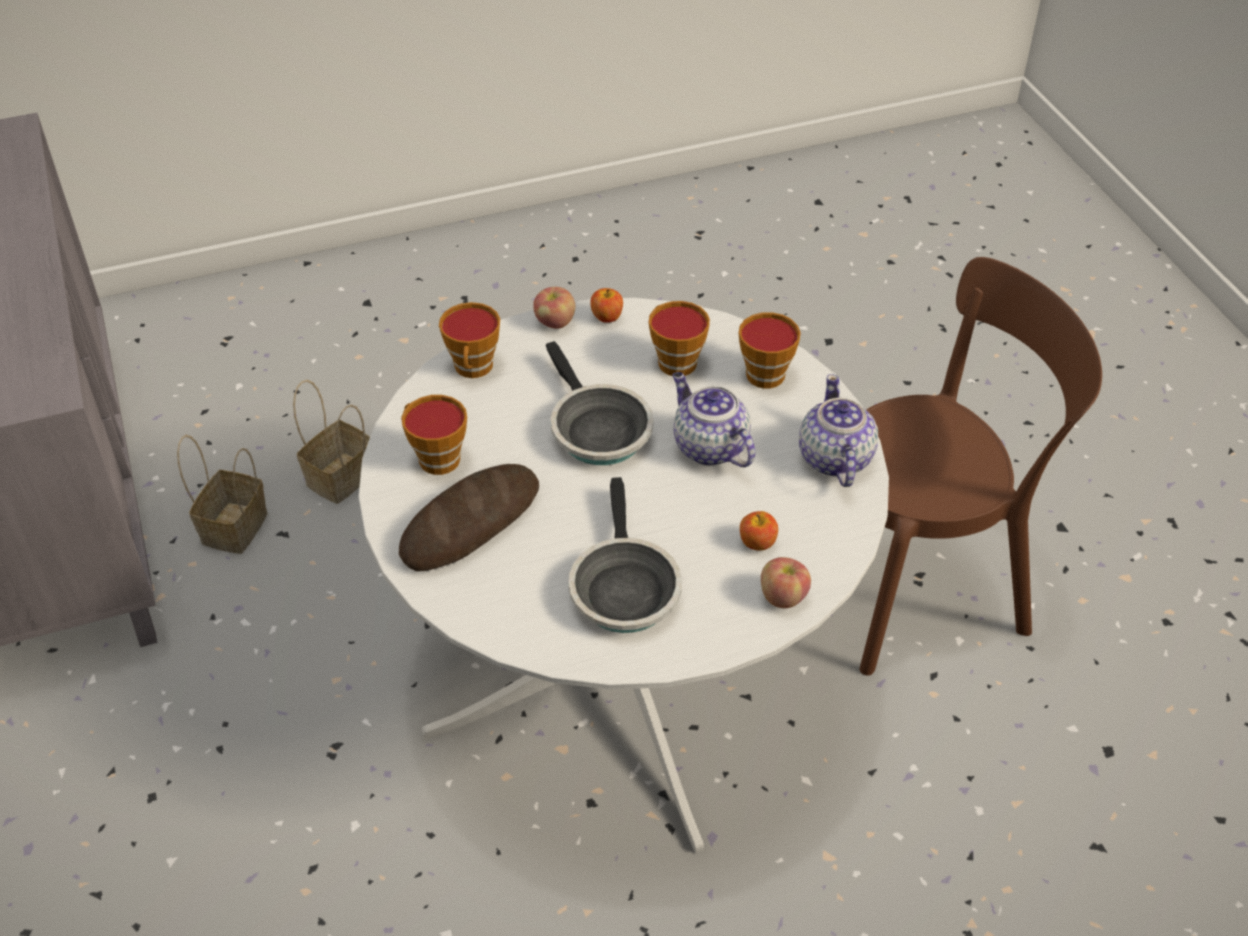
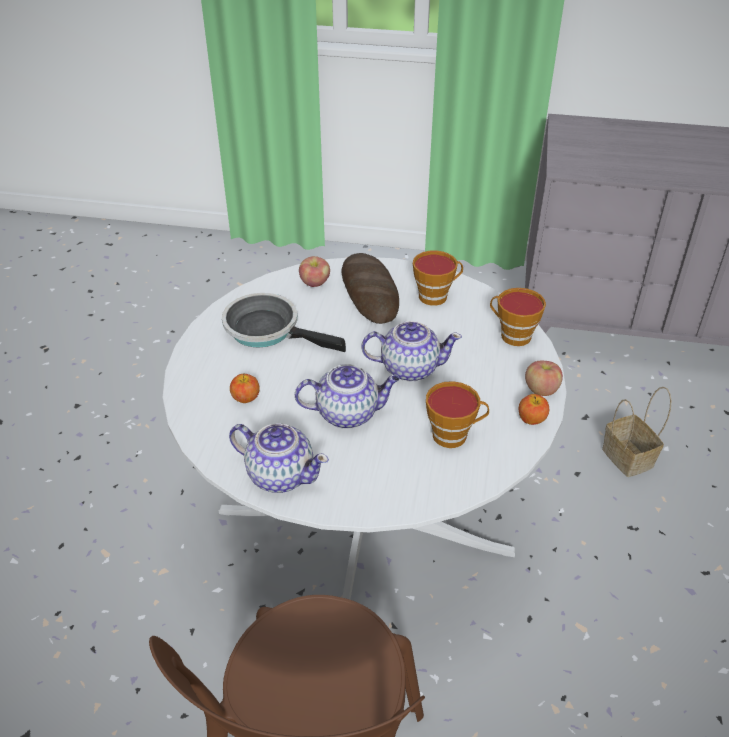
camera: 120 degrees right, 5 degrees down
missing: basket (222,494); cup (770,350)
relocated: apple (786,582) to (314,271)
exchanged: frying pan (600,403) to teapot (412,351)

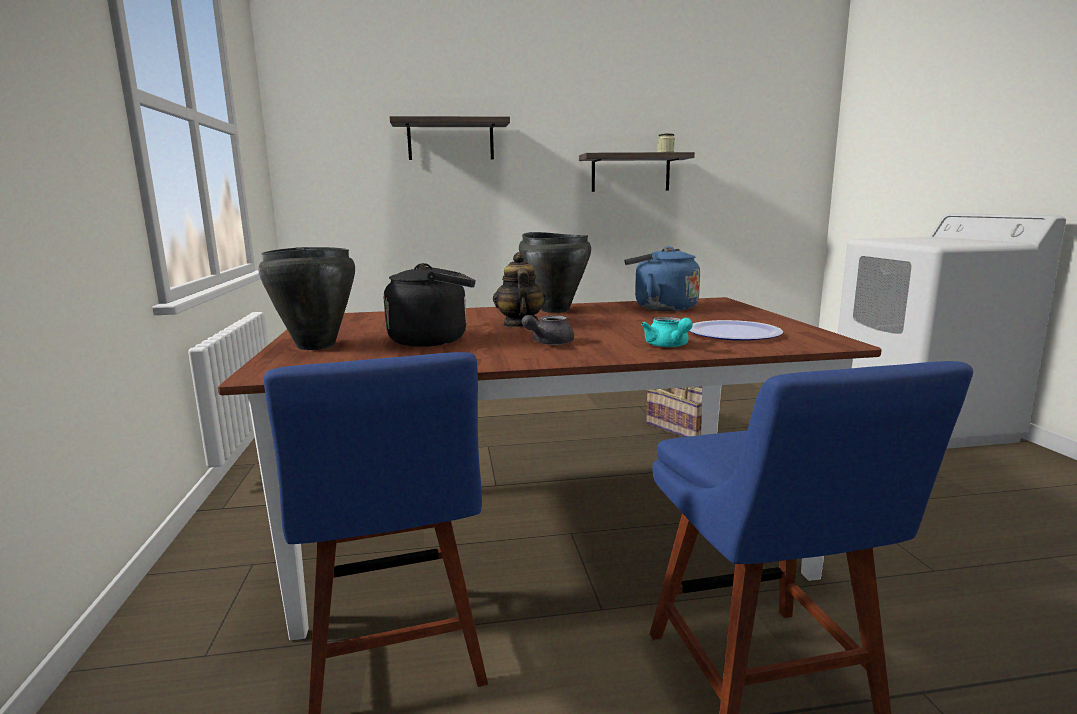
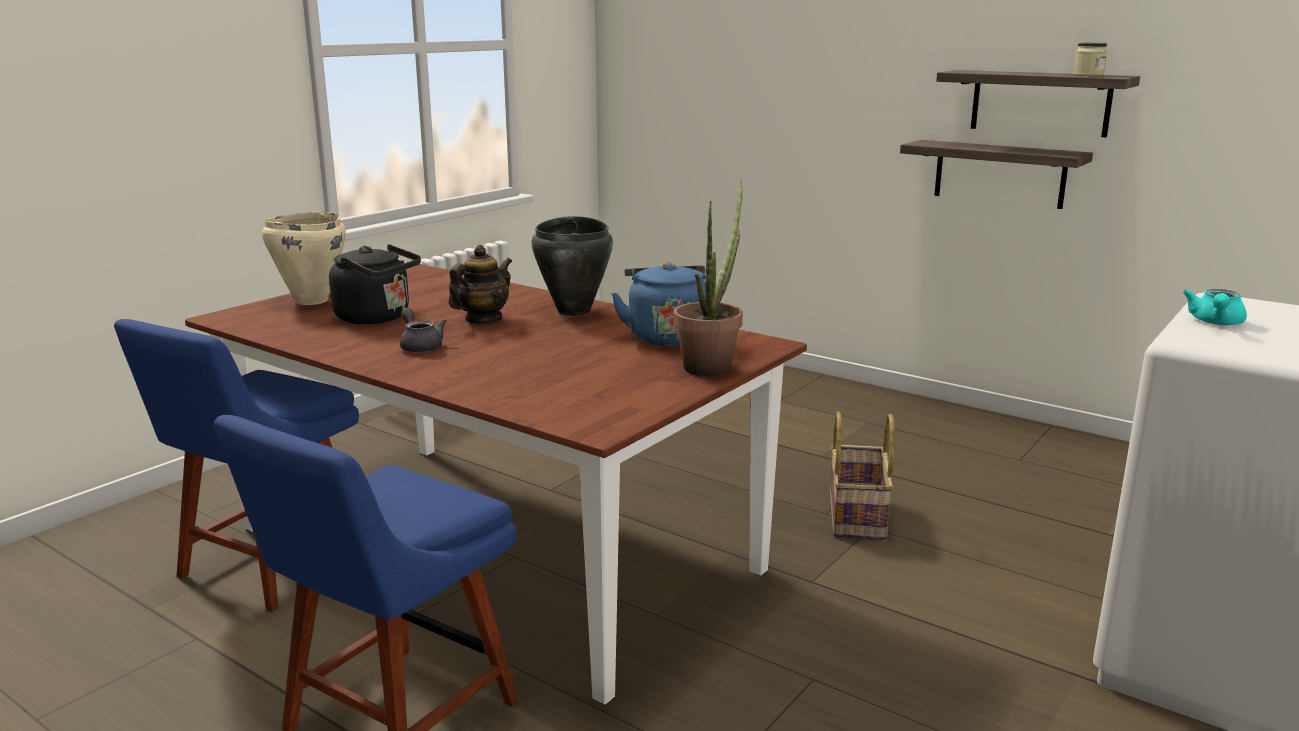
camera: 45 degrees right, 5 degrees up
missing: plate (736,330)
appeared: potted plant (708,277)
relocated: shelf (450,138) to (996,174); teapot (turquoise) (667,332) to (1215,307)
colour: cooking pot (black) (306,298) to cooking pot (beige) (304,258)
spun: teapot (grey) (548,330) = (423,330) 60 degrees clockwise

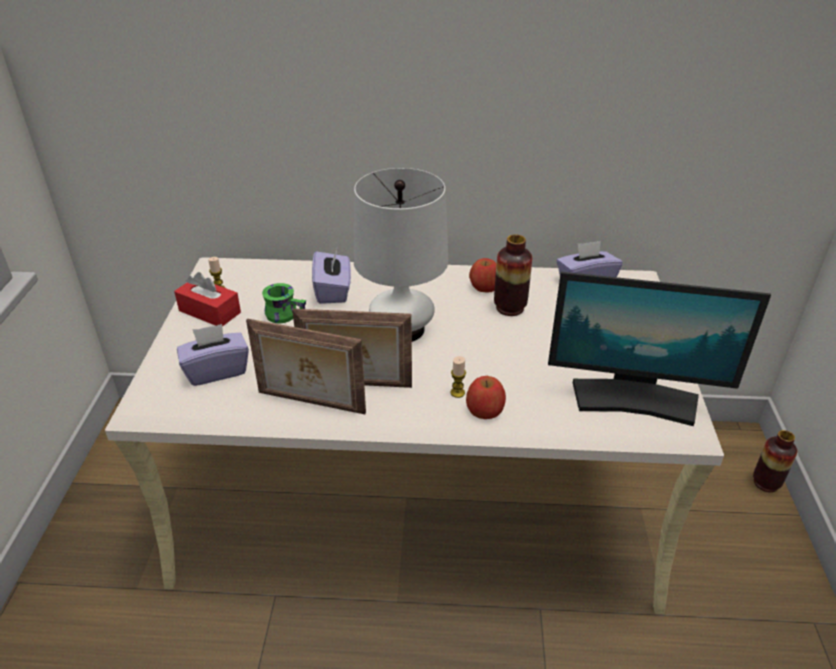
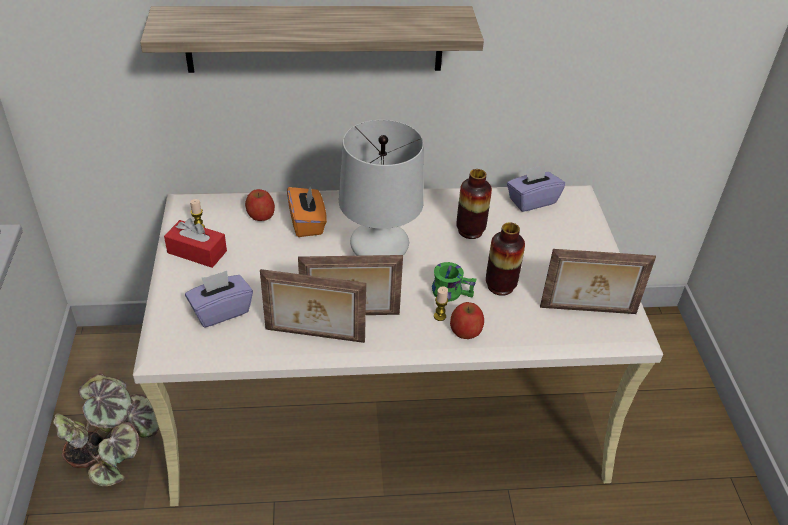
camera: 10 degrees left, 5 degrees up
appeared: potted plant (106,430); shelf (312,39)
relocated: mug (green) (284,303) to (454,281); apple (483,275) to (260,205); vase (775,461) to (505,259)
exchanged: monitor (659,349) to picture frame (598,281)
colour: tissue box (purple) (331,276) to tissue box (orange) (307,211)

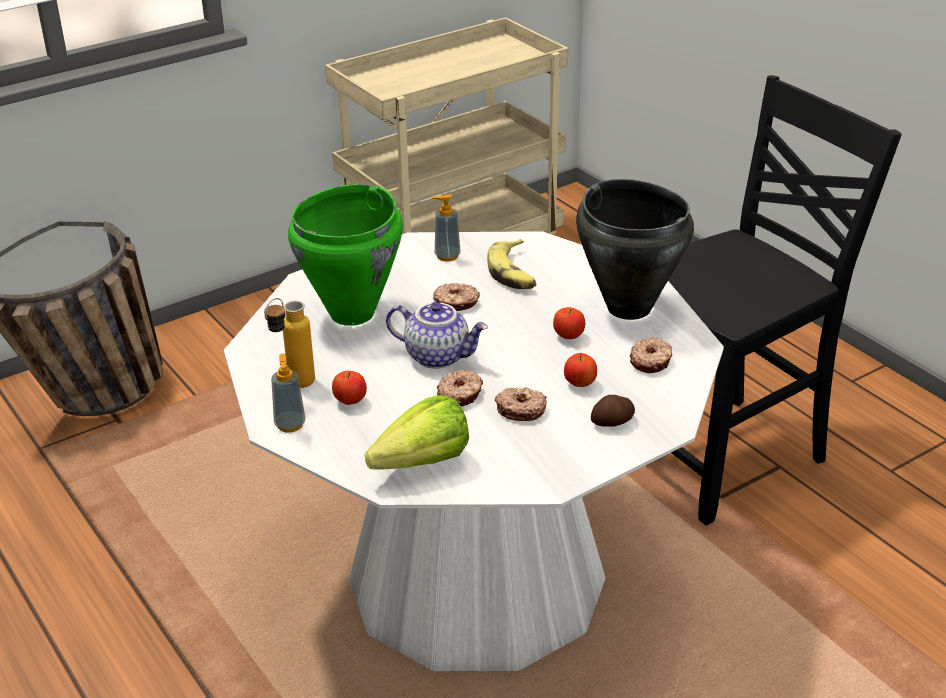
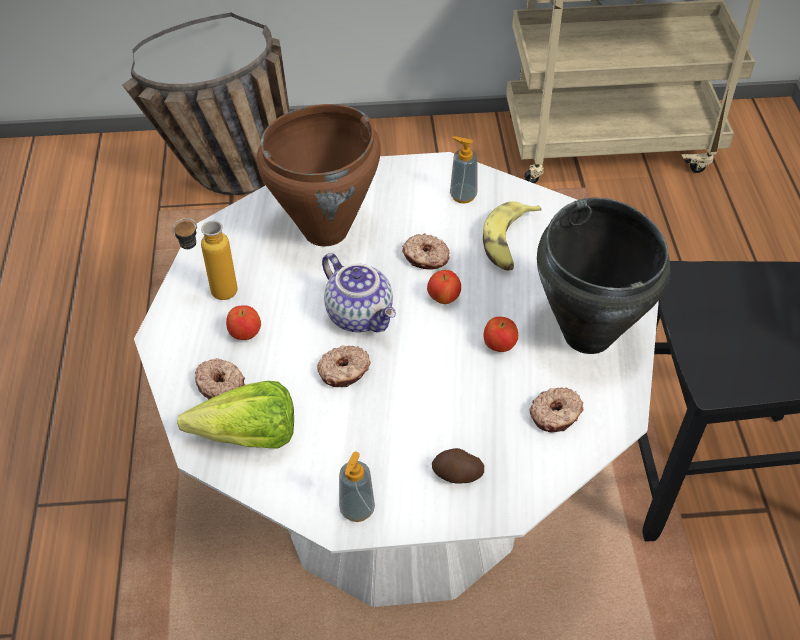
camera: 30 degrees right, 15 degrees up
relocated: soap dispenser (288,393) to (357,487); donut (521,404) to (220,378); apple (580,370) to (444,287)
colour: cooking pot (green) (345,255) to cooking pot (brown) (318,175)

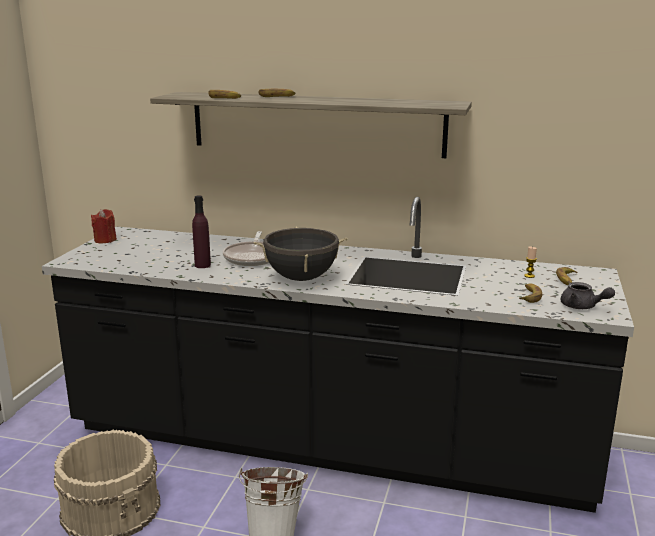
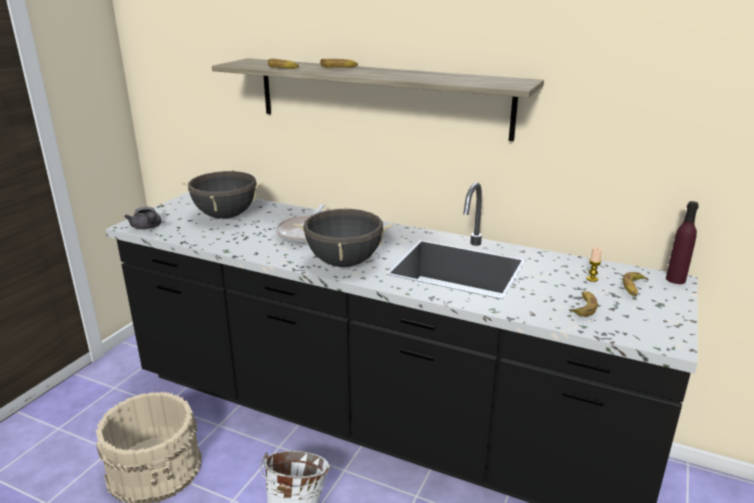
camera: 10 degrees right, 5 degrees up
missing: candle (red) (104,226)
appeared: cooking pot (black) (222,194)
relocated: bottle (purple) (201,231) to (682,242); teapot (grey) (587,295) to (143,218)

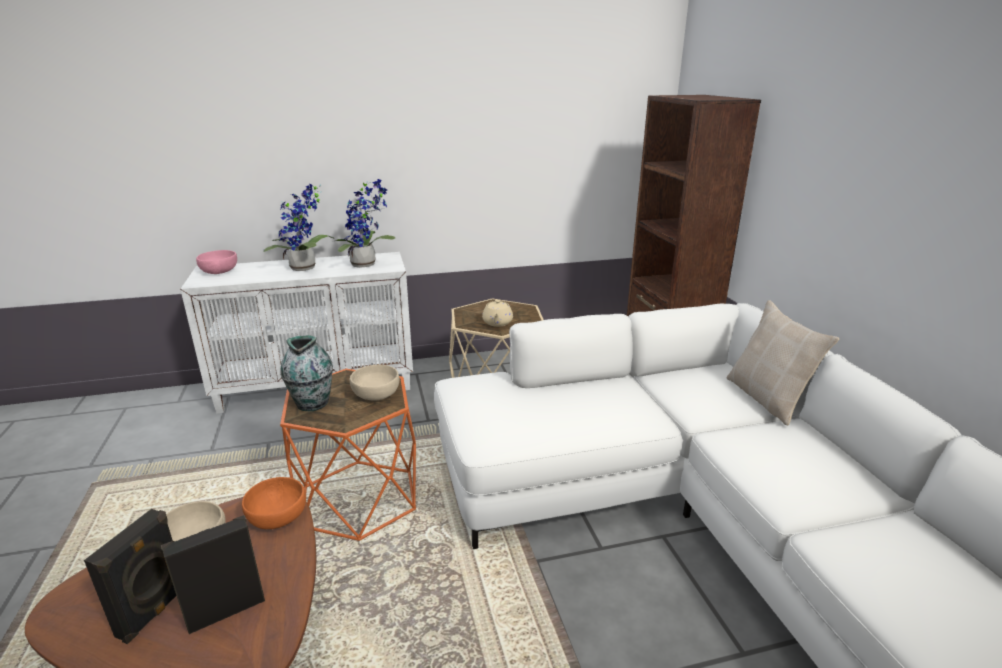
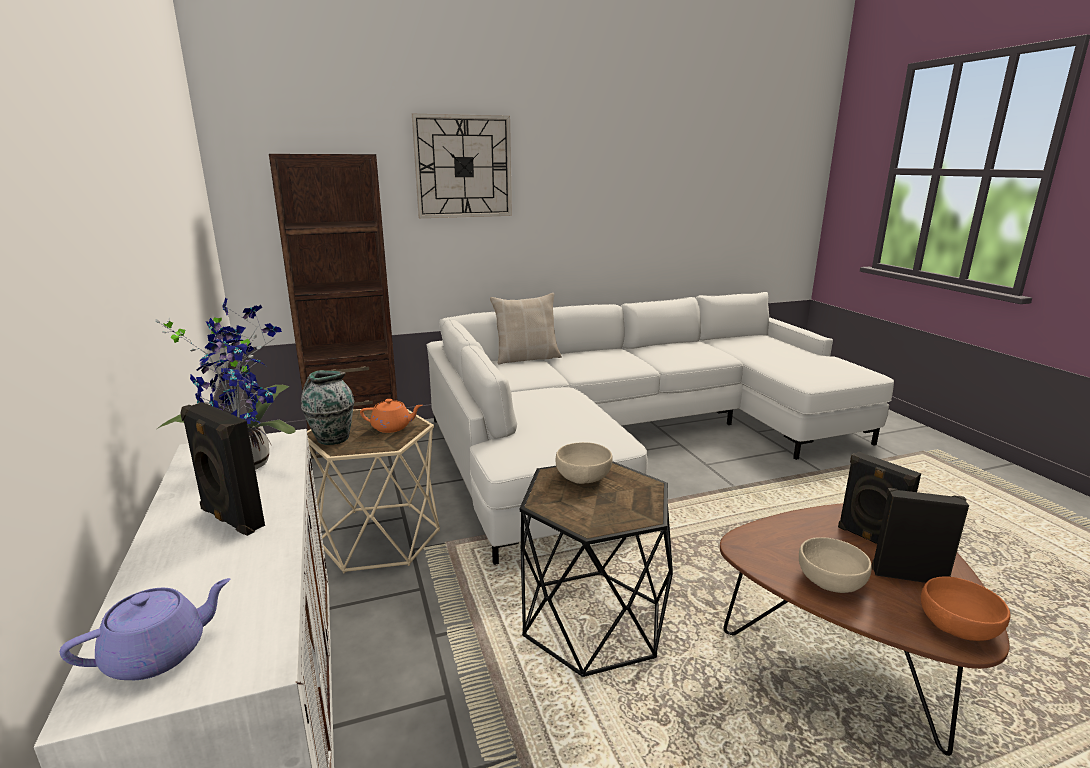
camera: 95 degrees left, 5 degrees down
appeared: wall clock (462,166)
relocated: bowl (orange) (274,503) to (966,608); vase (306,373) to (327,407)
exchanged: bowl (pink) (216,262) to teapot (purple) (145,629); potted plant (299,227) to speaker (black) (222,469)
colour: side table (orange) (348,455) to side table (black) (596,569); teapot (beige) (497,313) to teapot (orange) (391,416)

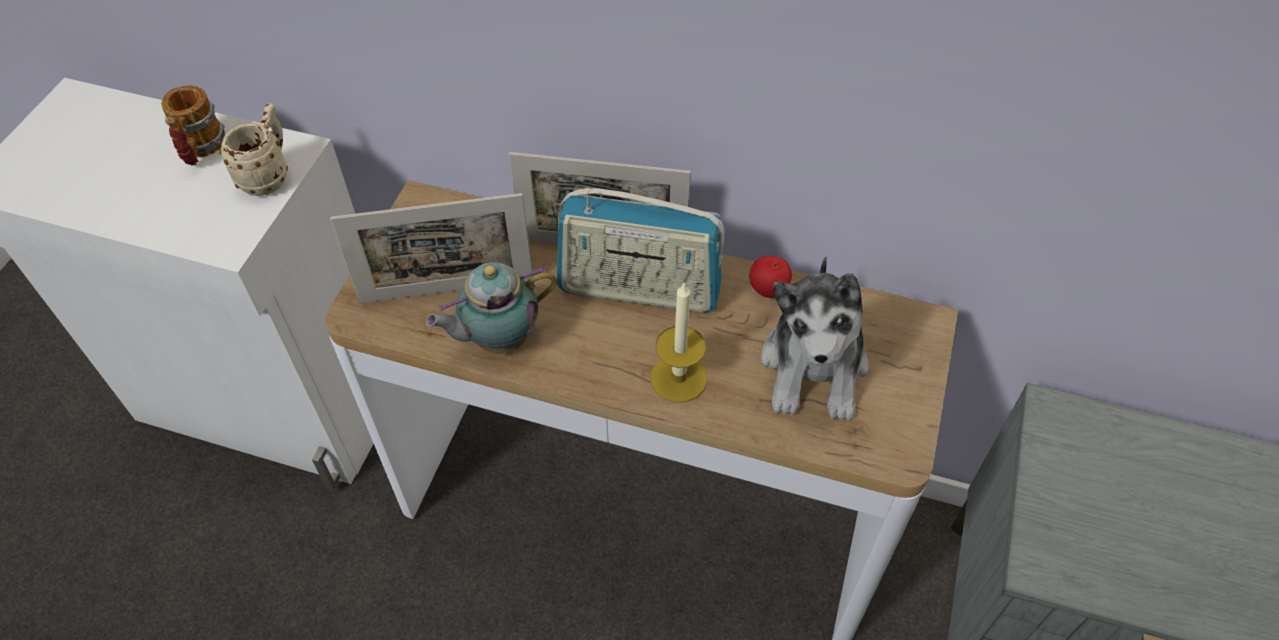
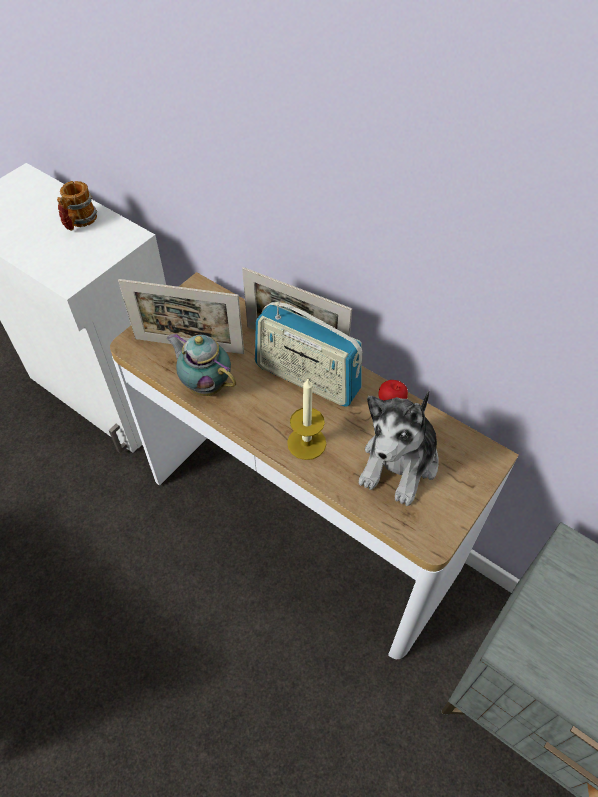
camera: 20 degrees right, 0 degrees up
missing: mug (beige) (253,149)
spun: teapot (491,308) = (201,364) 45 degrees clockwise

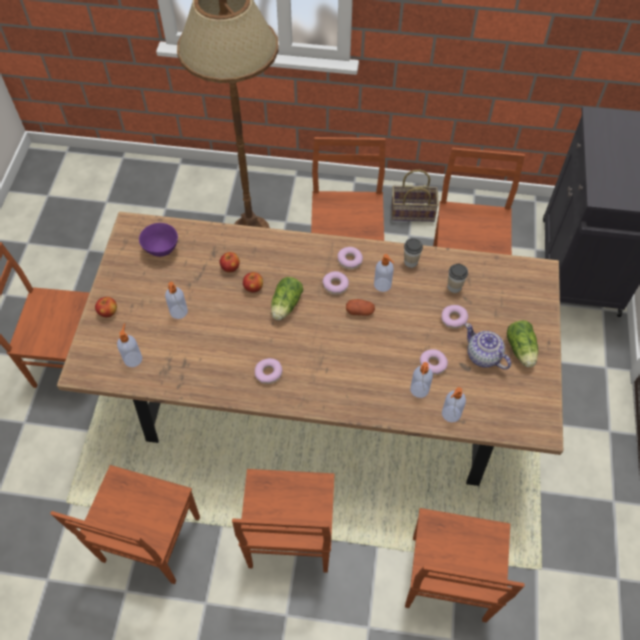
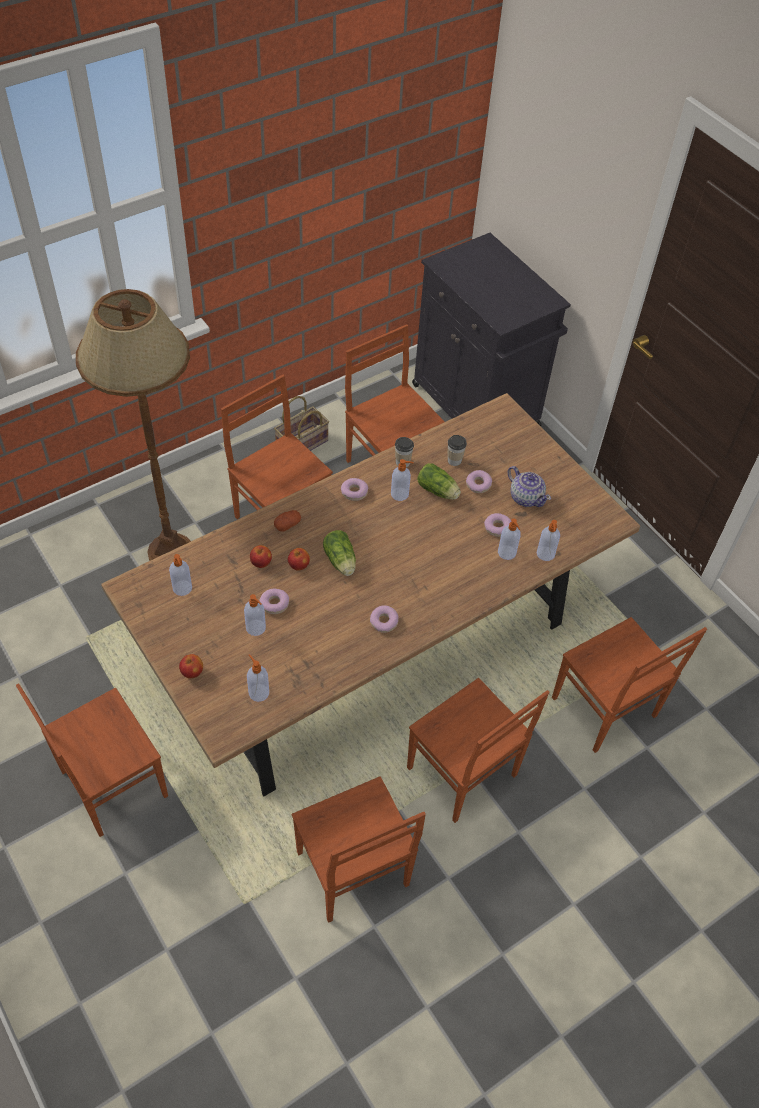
camera: 45 degrees left, 5 degrees down
relocated: donut (335,283) to (274,601); potato (360,307) to (287,521); lettuce (522,343) to (439,481)
exchanged: bowl (purple) (158,240) to soap dispenser (180,575)
spun: teapot (488,346) = (529,486) 135 degrees counterclockwise

